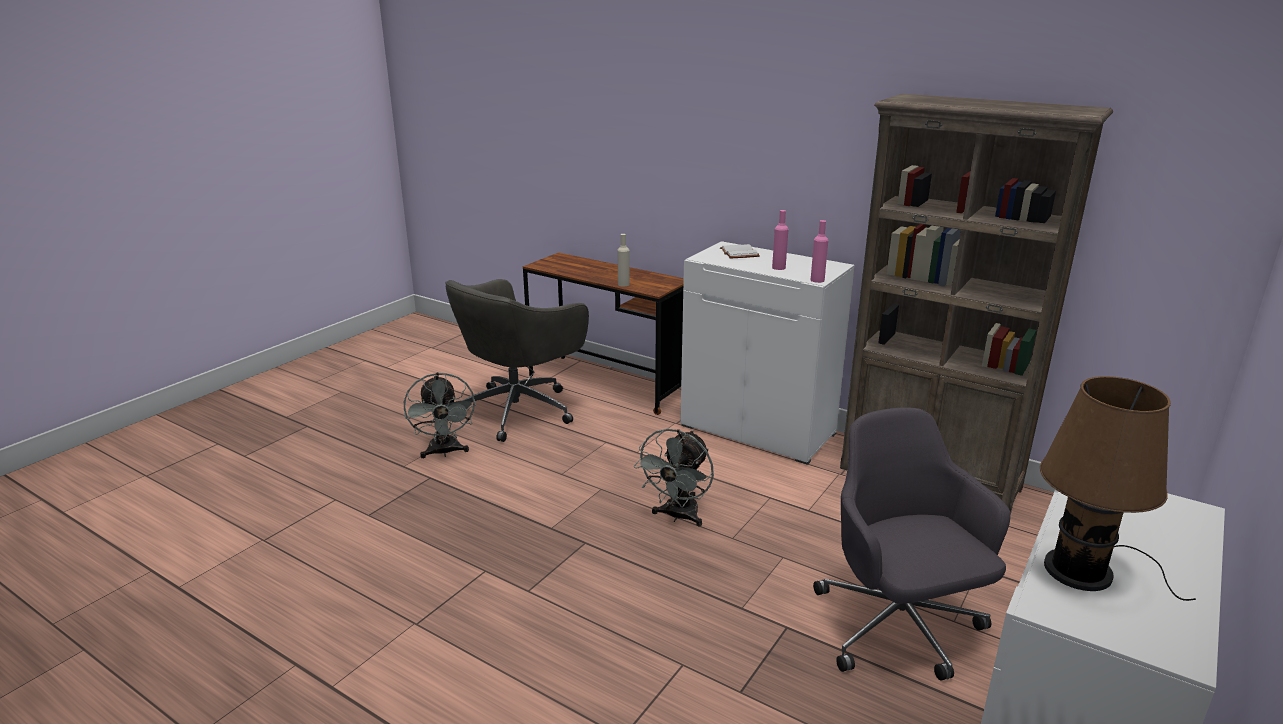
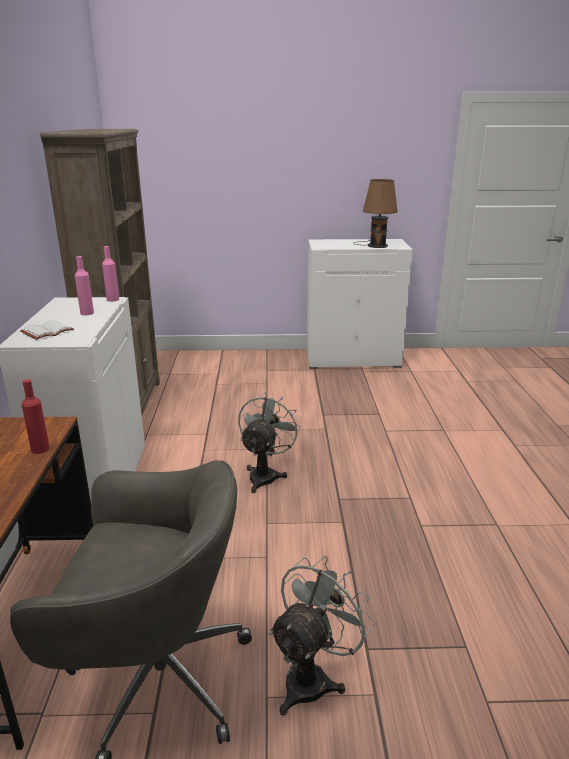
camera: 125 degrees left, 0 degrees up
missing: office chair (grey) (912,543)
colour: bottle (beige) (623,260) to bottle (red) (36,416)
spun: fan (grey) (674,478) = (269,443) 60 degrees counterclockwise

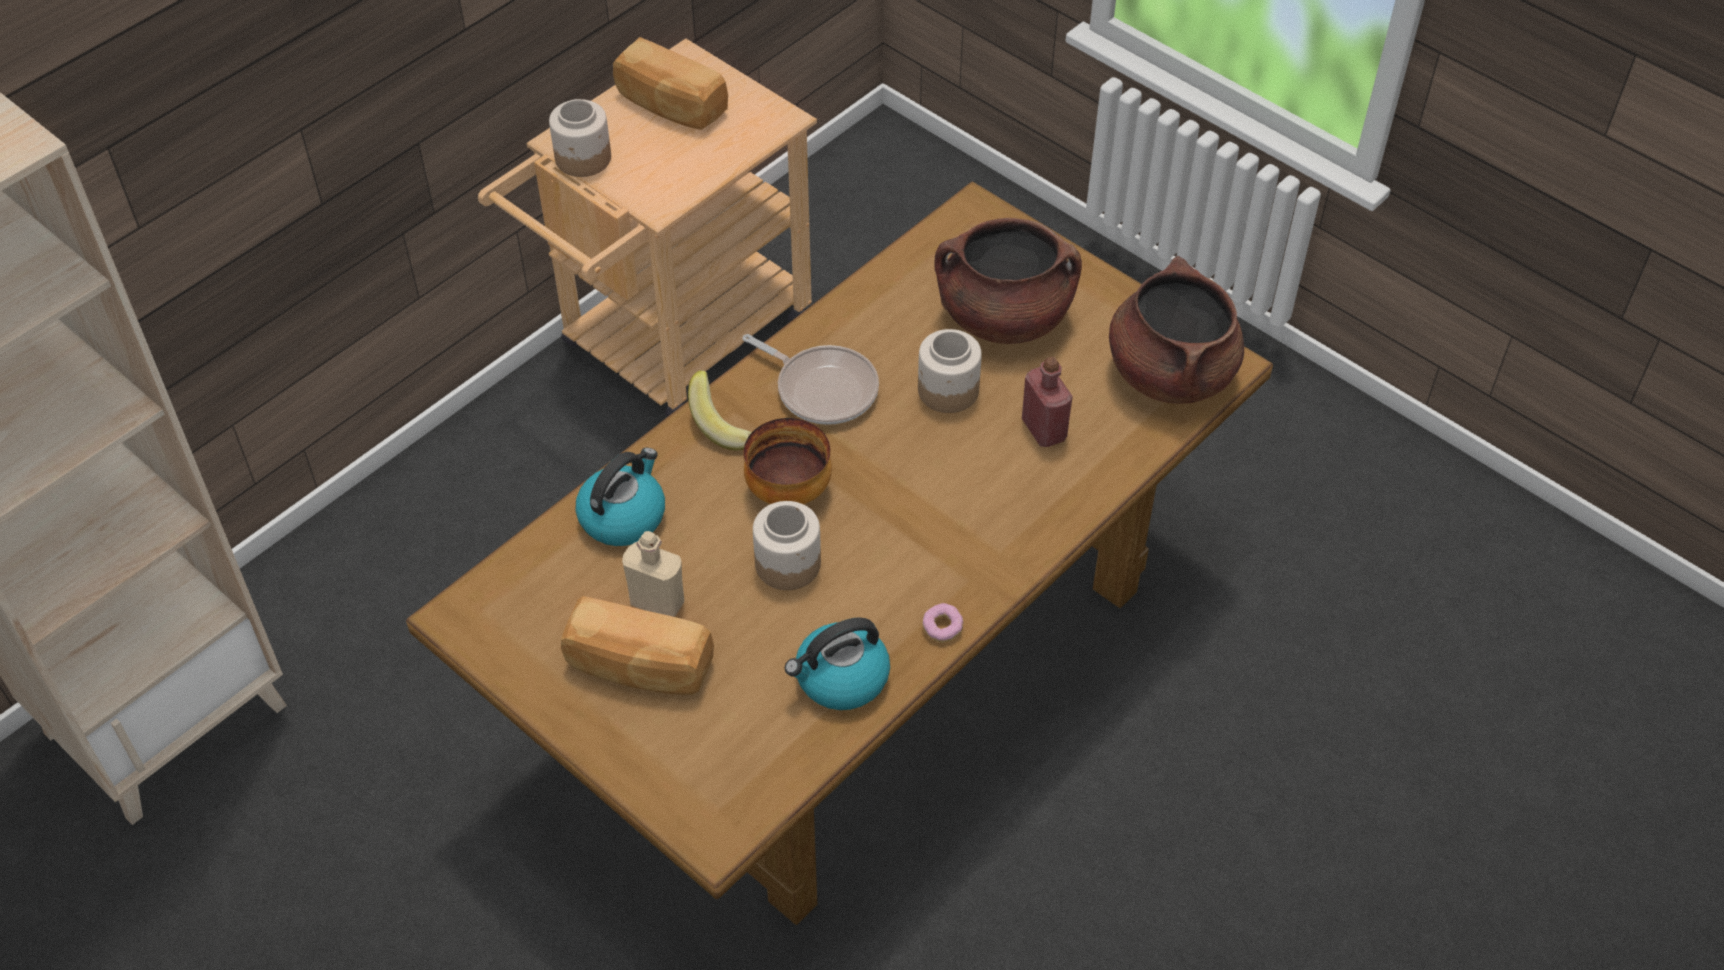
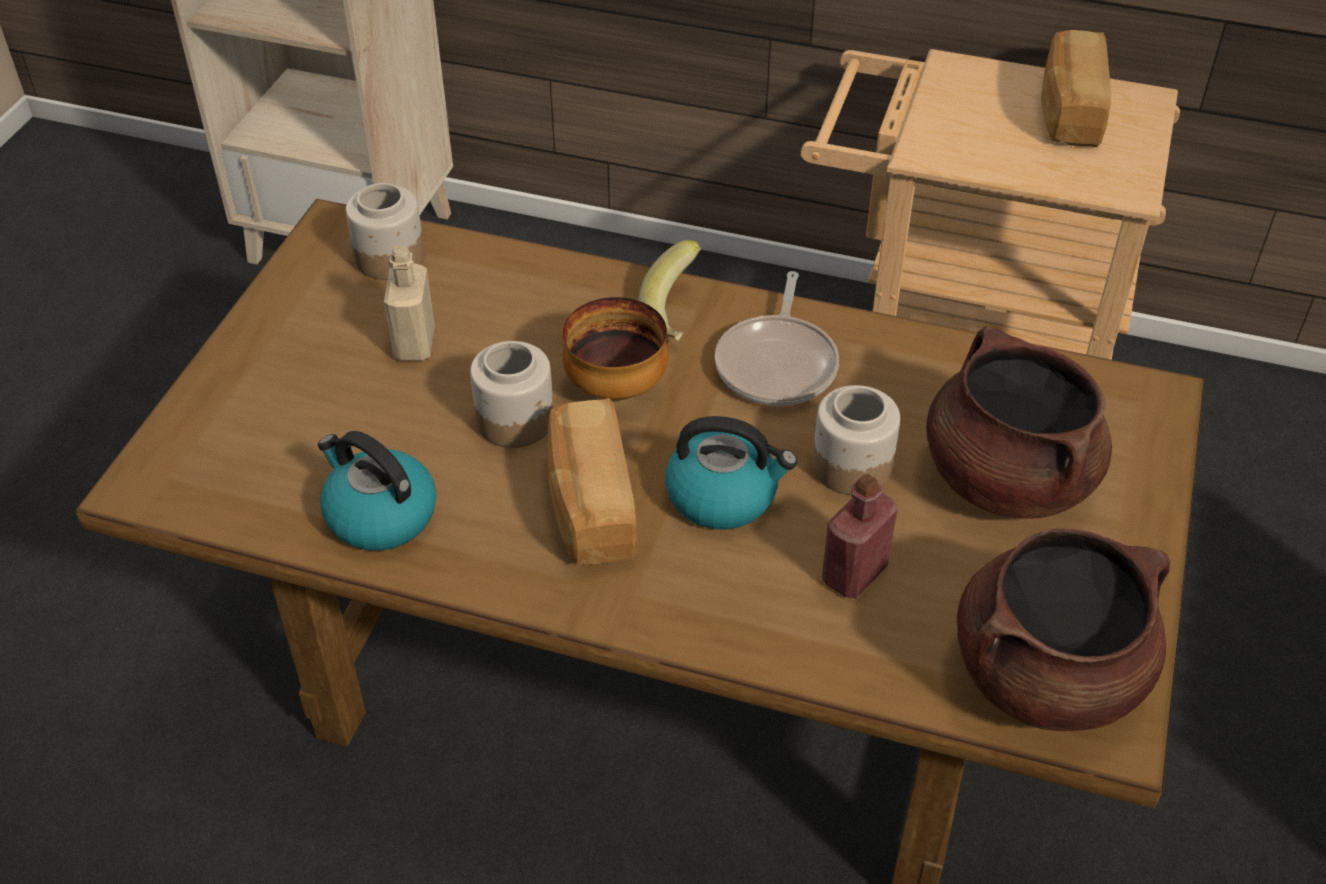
camera: 65 degrees right, 5 degrees down
missing: donut (943,623)
relocated: jar (580,138) to (385,231); bread (637,645) to (592,481); kettle (620,497) to (731,473)

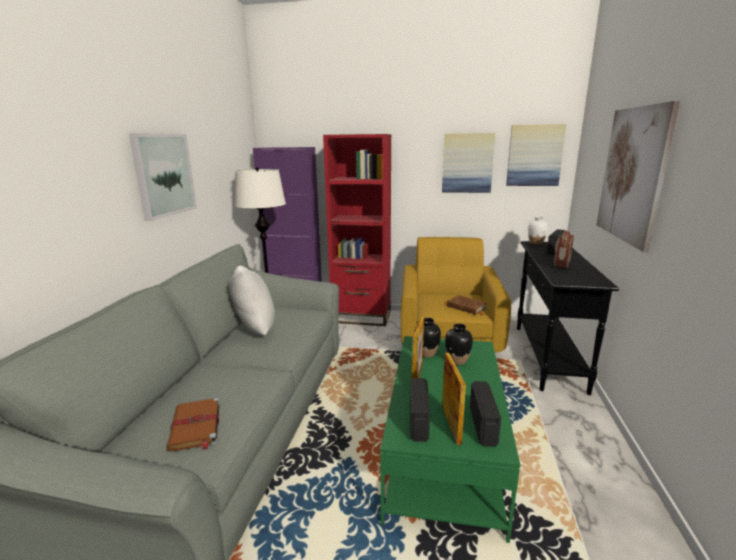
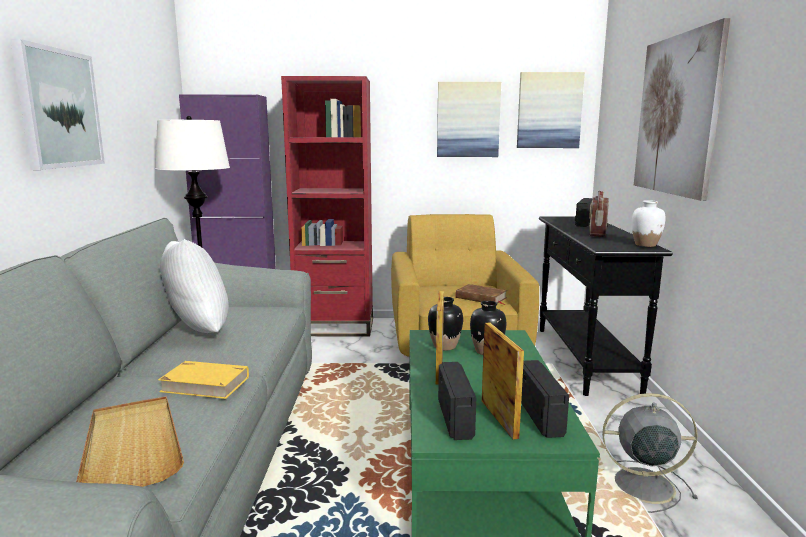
camera: 10 degrees left, 5 degrees down
appeared: book (yellow) (203,380); fan (grey) (650,453)
relocated: vase (white) (538,230) to (649,223)
exchanged: book (brown) (193,424) to tray (beige) (130,441)

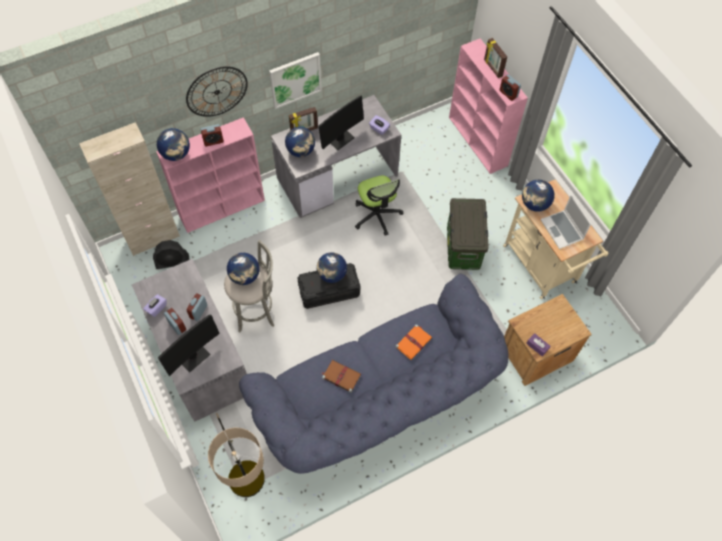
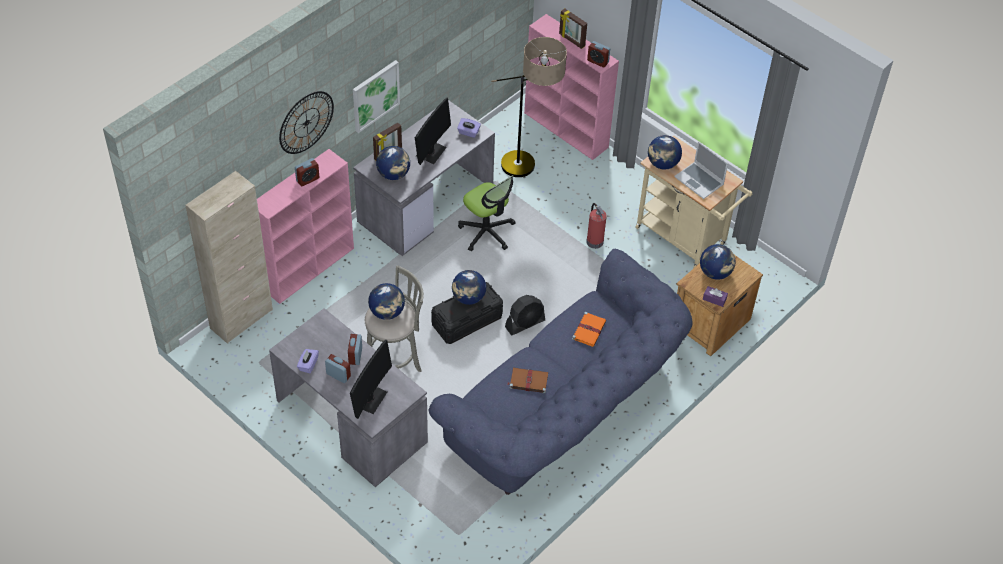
camera: 20 degrees left, 10 degrees down
relocated: fan (black) (171,254) to (525,315); globe (173,144) to (718,262); floor lamp (236,455) to (529,107)
exchanged: storage box (468,234) to fire extinguisher (596,226)

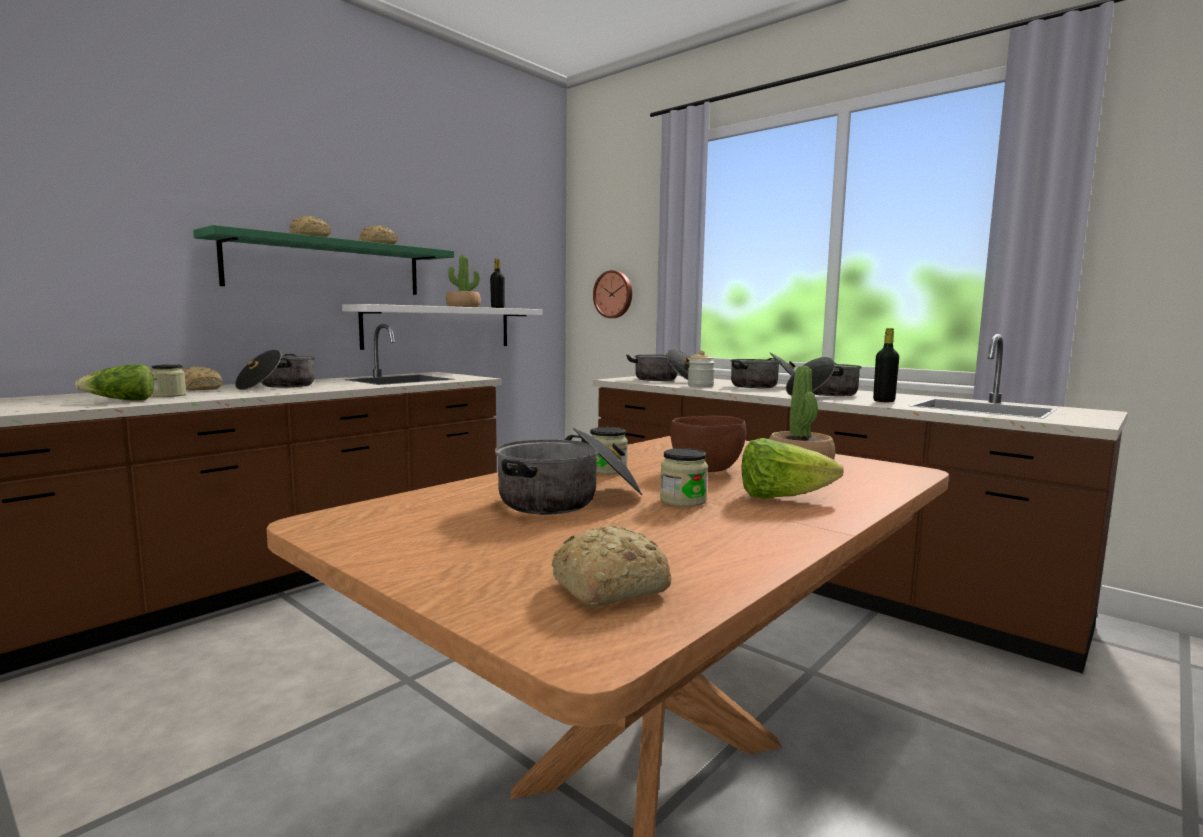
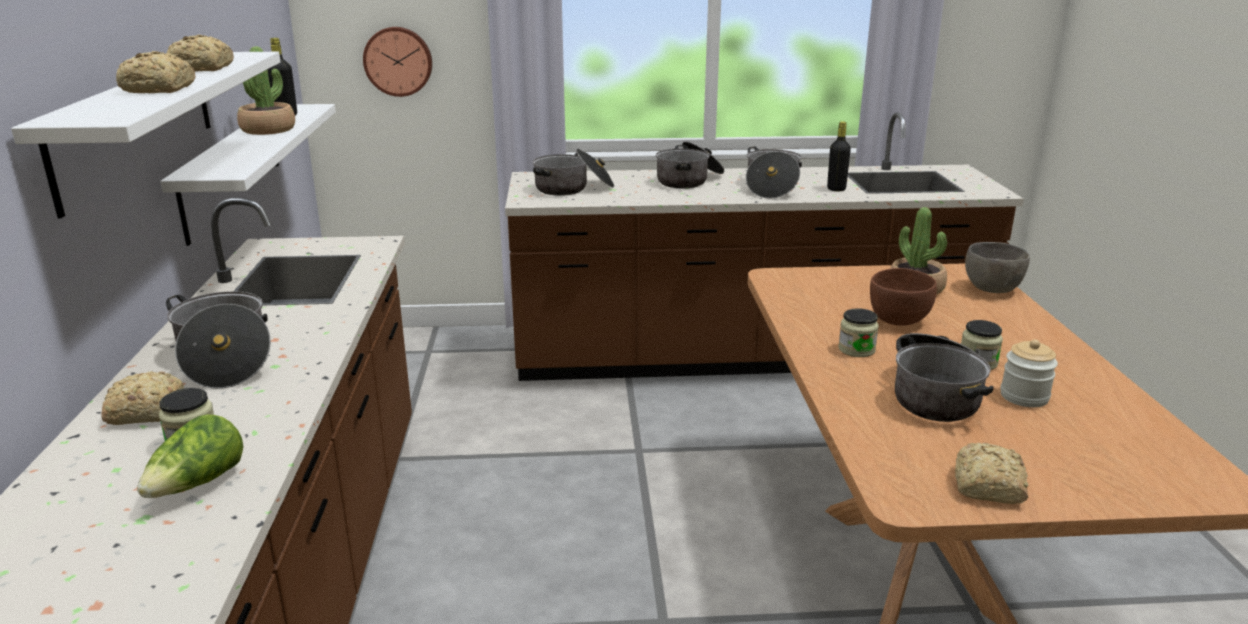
camera: 45 degrees left, 15 degrees up
missing: lettuce (793,468)
appeared: bowl (grey) (997,267)
relocated: bread (611,566) to (992,473); jar (701,368) to (1029,373)
colour: shelf (green) (323,260) to shelf (white) (146,135)

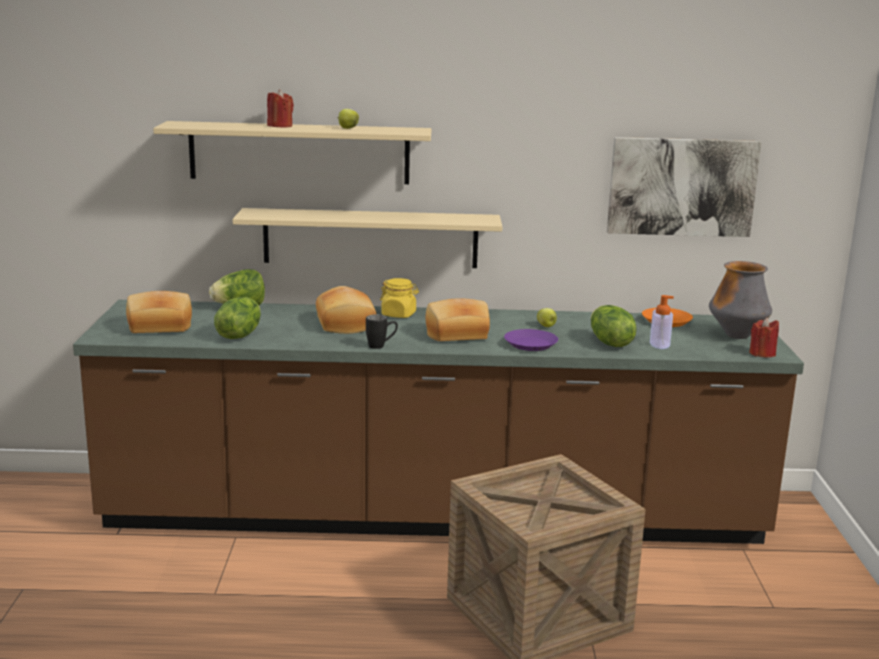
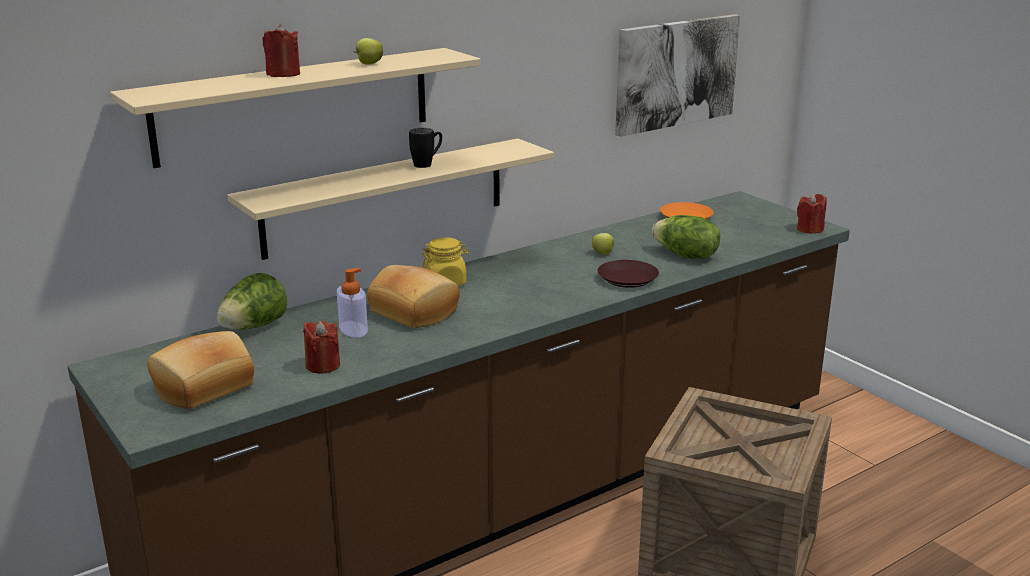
camera: 35 degrees left, 5 degrees up
missing: bread (458,319); vase (740,300)
relocated: mug (black) (382,331) to (425,148); soap dispenser (662,322) to (352,303)
exchanged: lettuce (237,318) to candle (red) (321,347)
colour: plate (purple) (531,340) to plate (brown) (628,274)

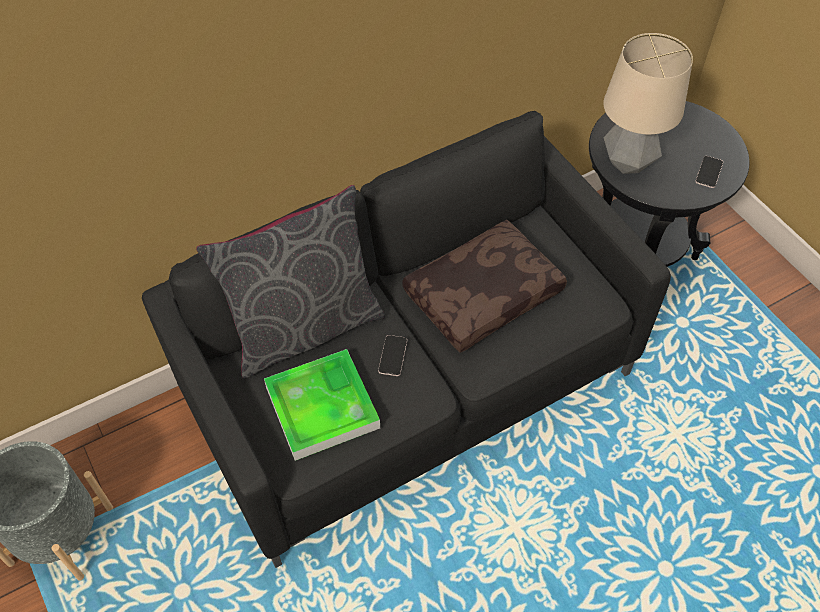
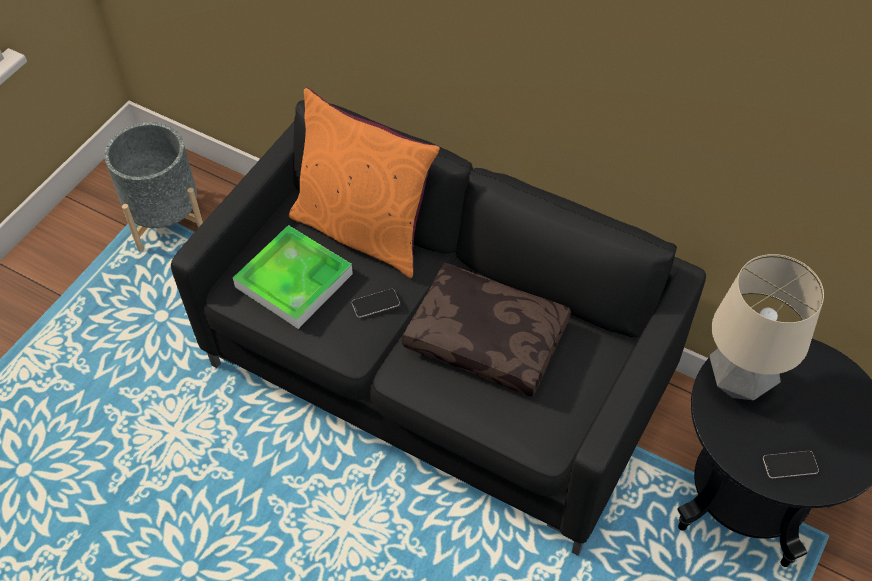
camera: 60 degrees right, 0 degrees up
colour: pillow (grey) (290,282) to pillow (orange) (364,183)

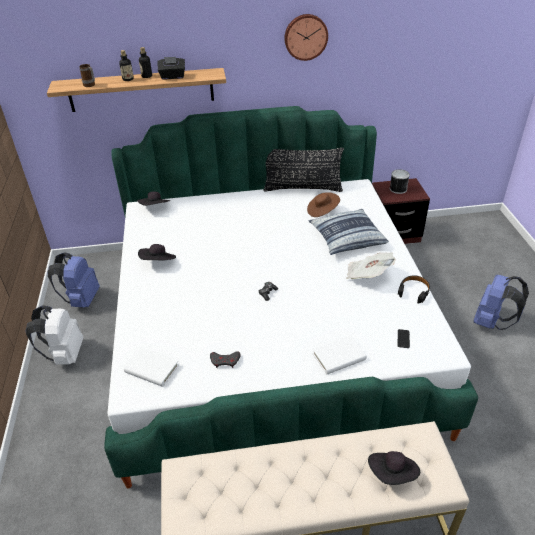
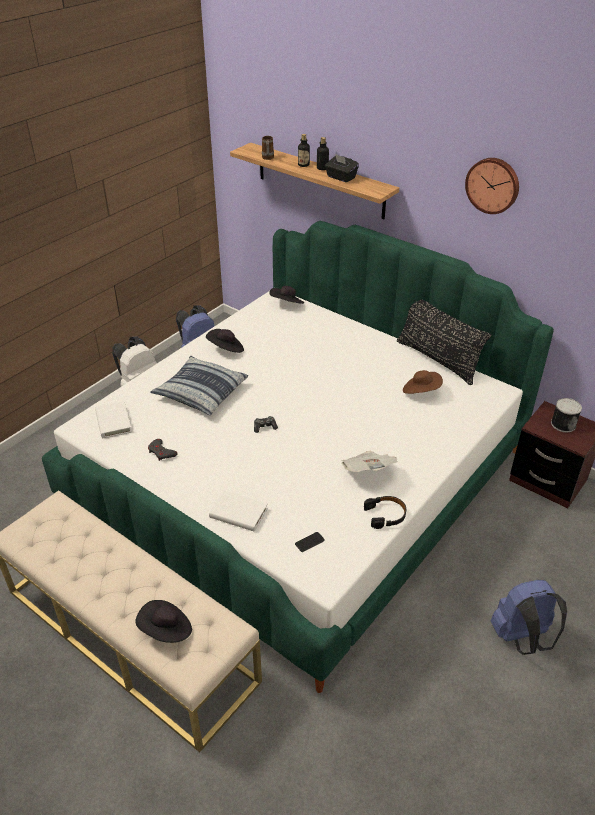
camera: 45 degrees right, 0 degrees up
relocated: pillow (348,232) to (199,385)

